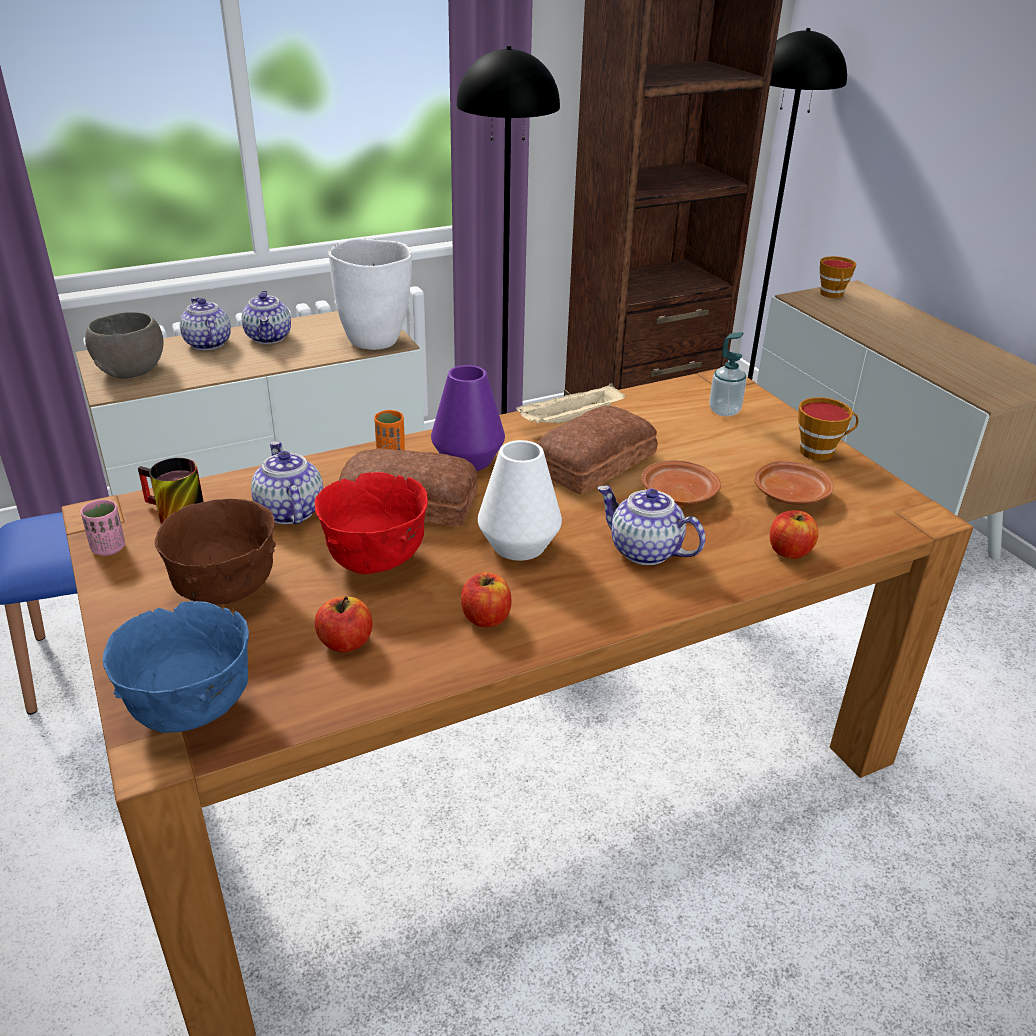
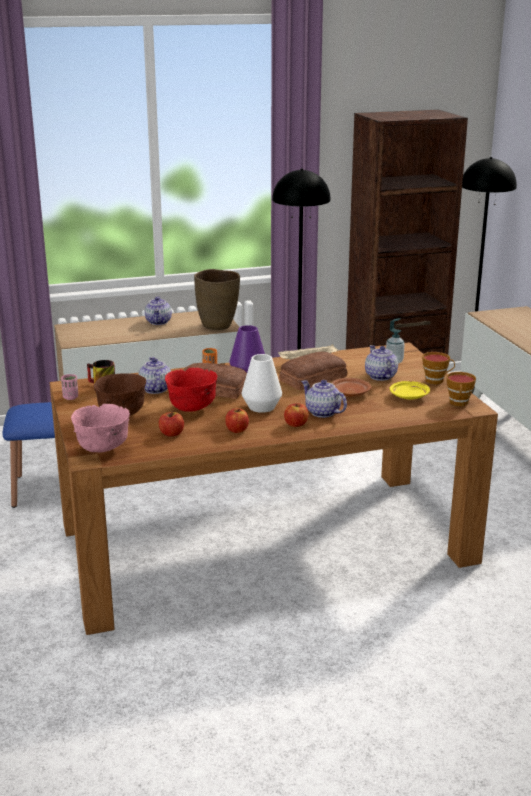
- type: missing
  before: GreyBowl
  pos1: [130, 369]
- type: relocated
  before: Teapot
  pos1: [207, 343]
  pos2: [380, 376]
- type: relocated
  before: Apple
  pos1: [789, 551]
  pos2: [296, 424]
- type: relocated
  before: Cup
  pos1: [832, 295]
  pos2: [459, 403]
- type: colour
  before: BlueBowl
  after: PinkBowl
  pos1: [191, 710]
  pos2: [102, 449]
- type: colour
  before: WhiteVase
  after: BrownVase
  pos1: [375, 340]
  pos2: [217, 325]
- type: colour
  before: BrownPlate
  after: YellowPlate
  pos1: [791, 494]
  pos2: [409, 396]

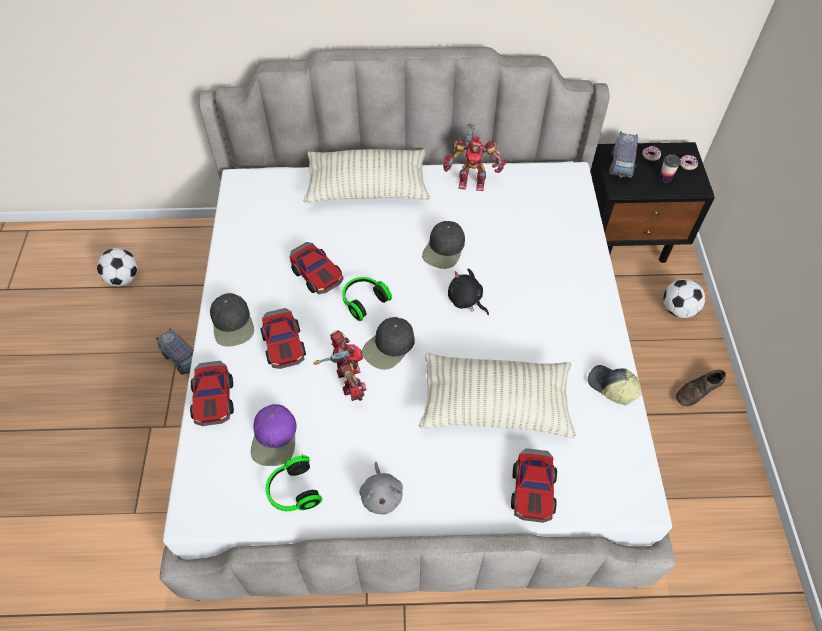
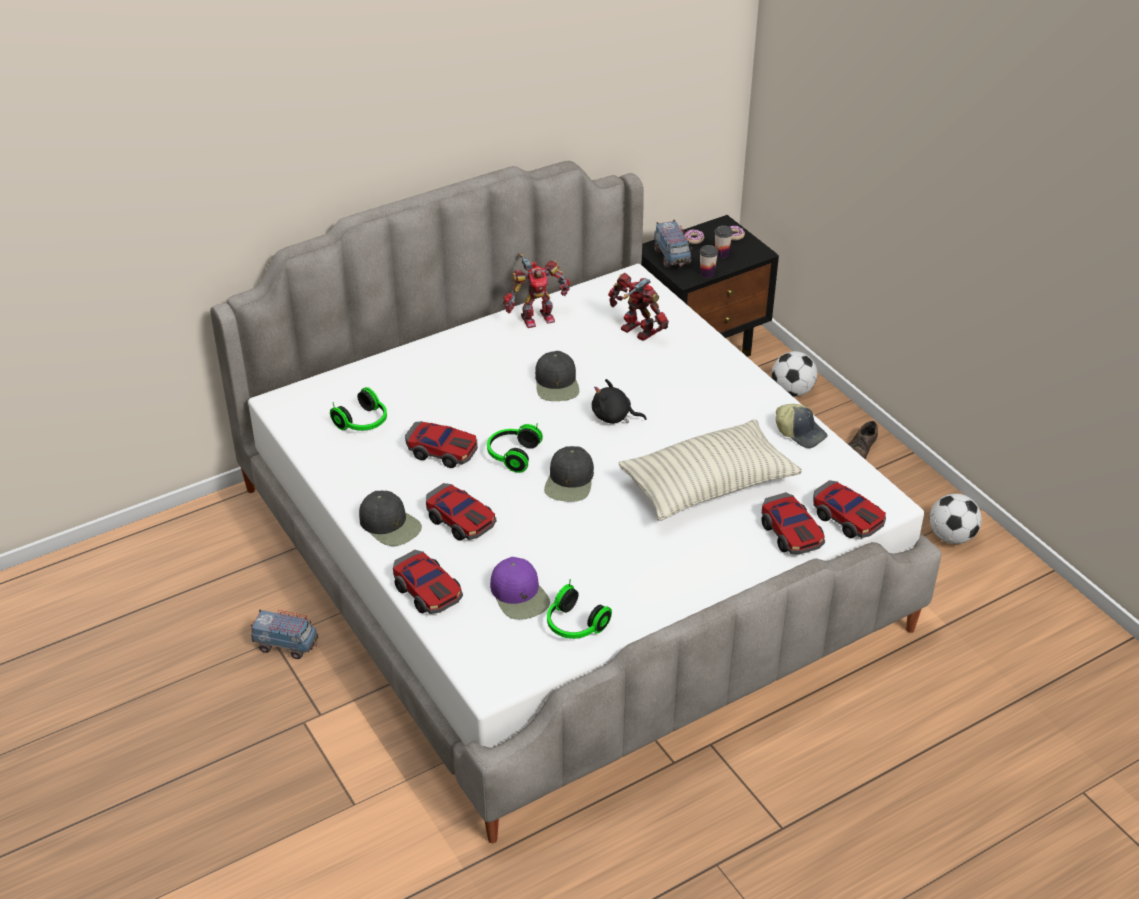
- type: missing
  before: Pillow
  pos1: [367, 188]
- type: missing
  before: GreyPlushToy
  pos1: [381, 495]
- type: appeared
  after: Headphones
  pos2: [364, 423]
- type: appeared
  after: Cup
  pos2: [707, 274]
- type: appeared
  after: ToyCar
  pos2: [847, 518]
- type: relocated
  before: Football
  pos1: [123, 278]
  pos2: [951, 536]
- type: relocated
  before: ToyRobot
  pos1: [348, 381]
  pos2: [637, 332]
- type: spun
  before: Cap
  pos1: [611, 387]
  pos2: [800, 432]
  turn: -150

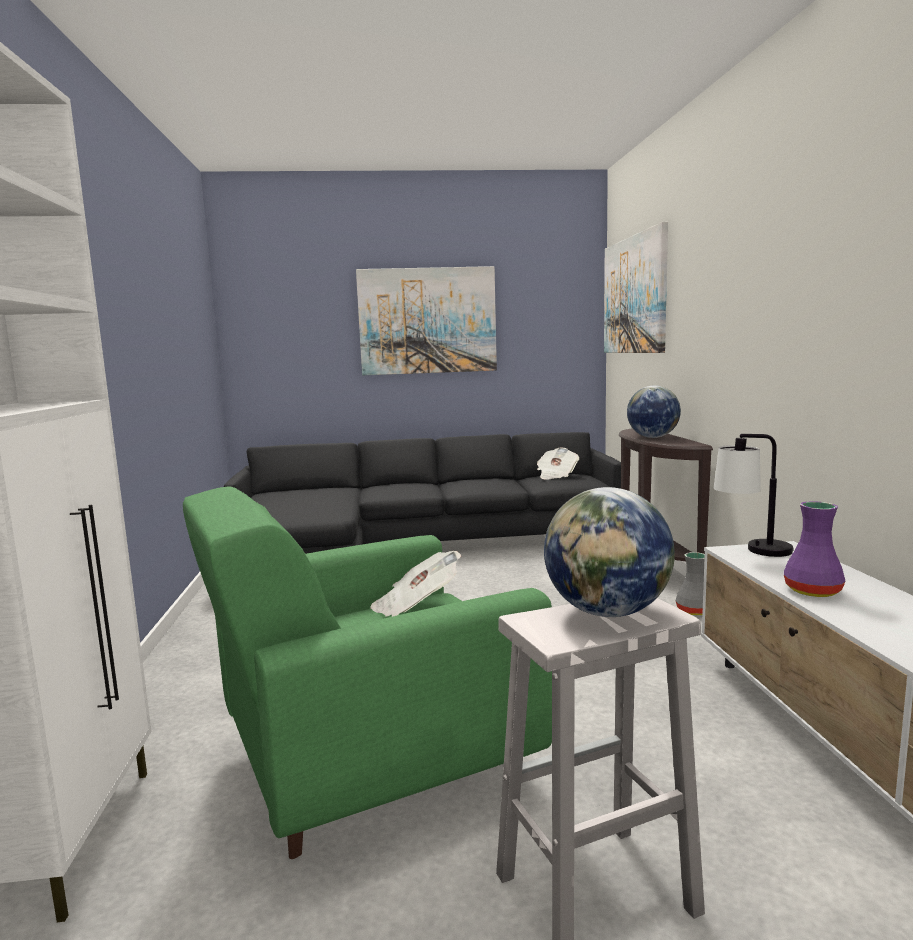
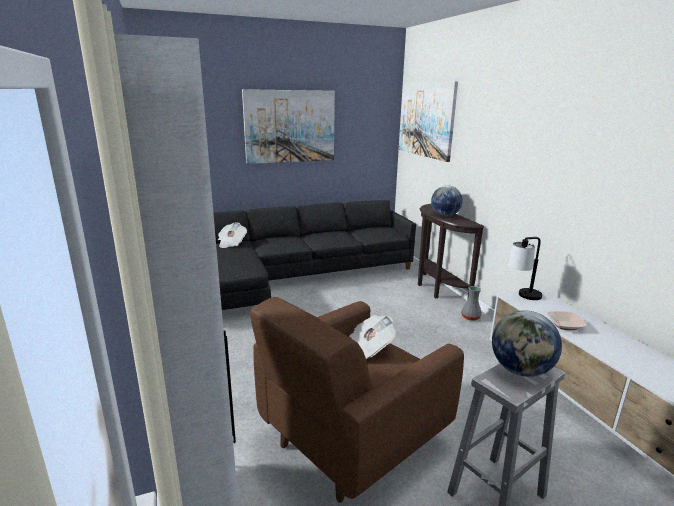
- type: relocated
  before: Newspaper
  pos1: [556, 475]
  pos2: [231, 243]
- type: exchanged
  before: PurpleVase
  after: Bowl
  pos1: [812, 591]
  pos2: [564, 325]
- type: colour
  before: GreenArmchair
  after: BrownArmchair
  pos1: [371, 767]
  pos2: [351, 440]

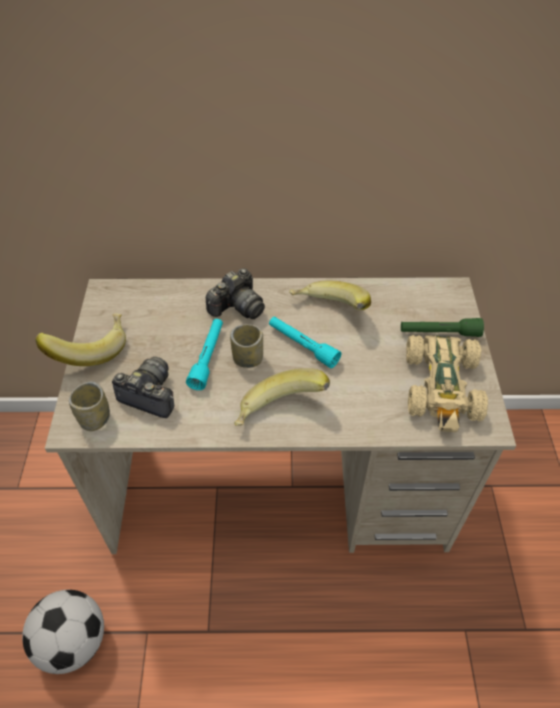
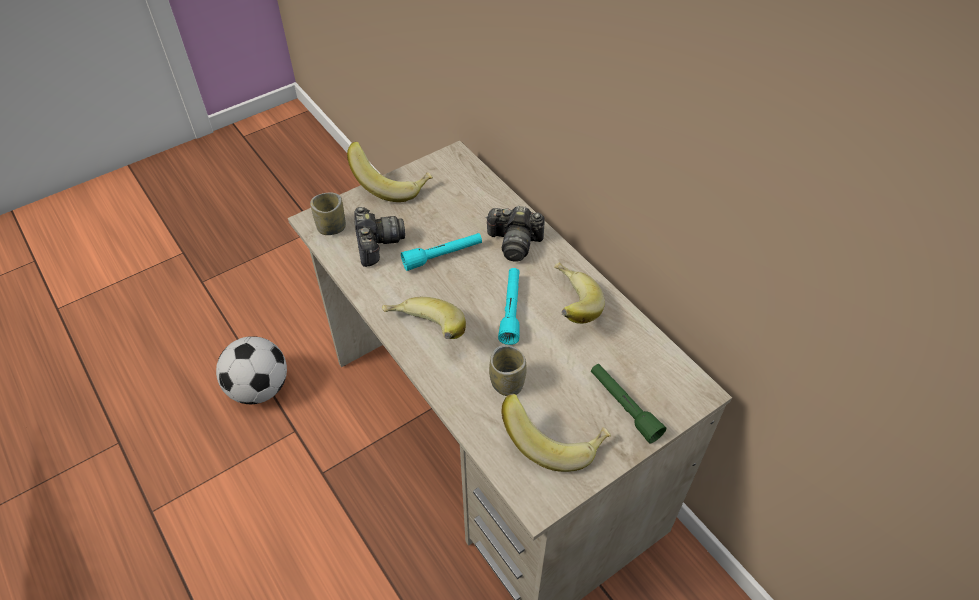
- type: relocated
  before: Cup
  pos1: [248, 359]
  pos2: [507, 383]
- type: exchanged
  before: BeigeToyCar
  after: Banana
  pos1: [442, 387]
  pos2: [554, 440]

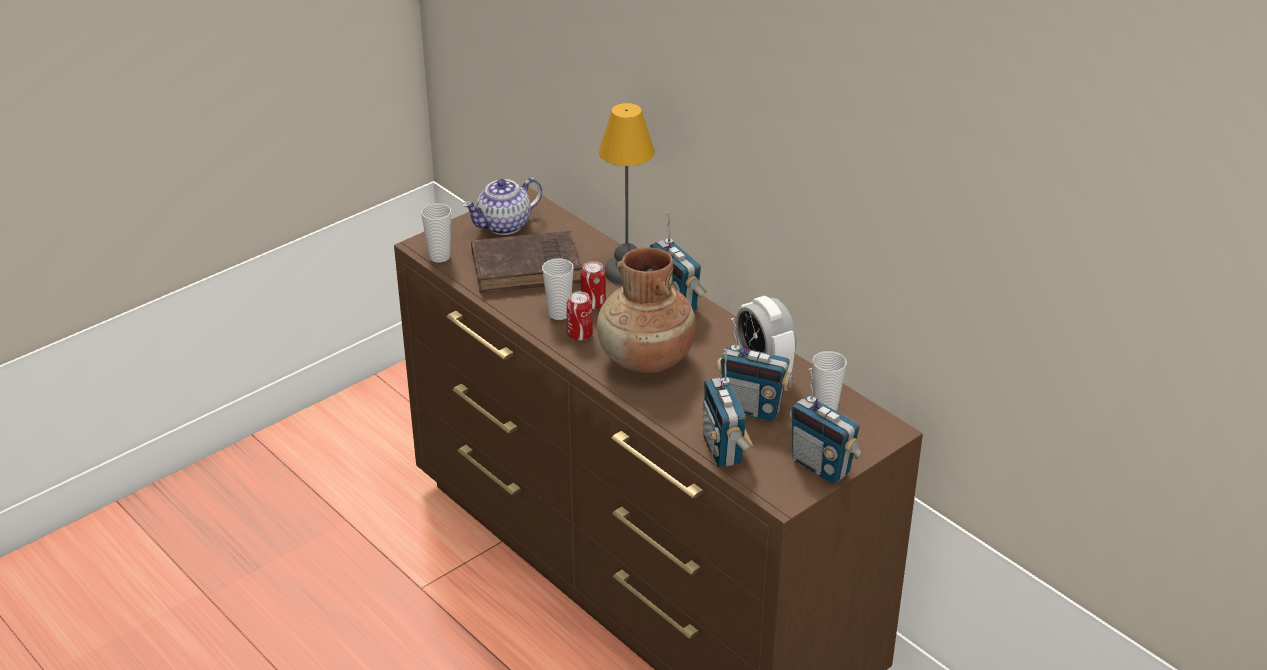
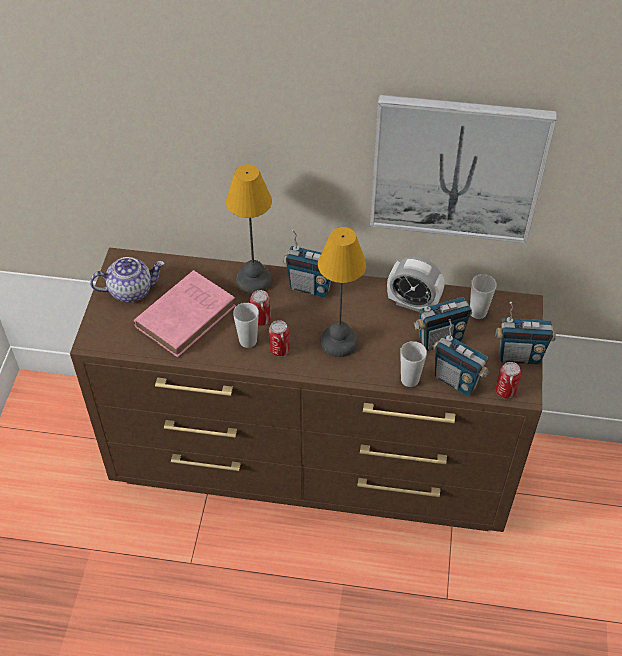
- type: appeared
  after: Picture
  pos2: [457, 168]
- type: appeared
  after: Can
  pos2: [505, 391]
- type: relocated
  before: Cup
  pos1: [439, 257]
  pos2: [409, 380]
- type: exchanged
  before: BrownVase
  after: TableLamp
  pos1: [646, 359]
  pos2: [340, 342]
- type: colour
  before: BrownBook
  after: PinkBook
  pos1: [530, 267]
  pos2: [187, 315]
- type: spun
  before: Teapot
  pos1: [504, 225]
  pos2: [131, 290]
  turn: -120

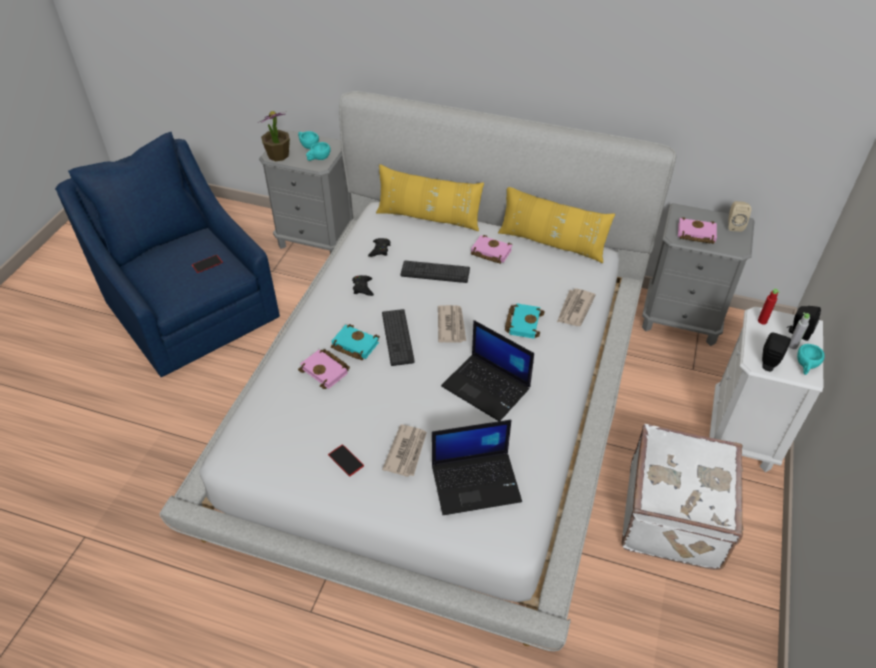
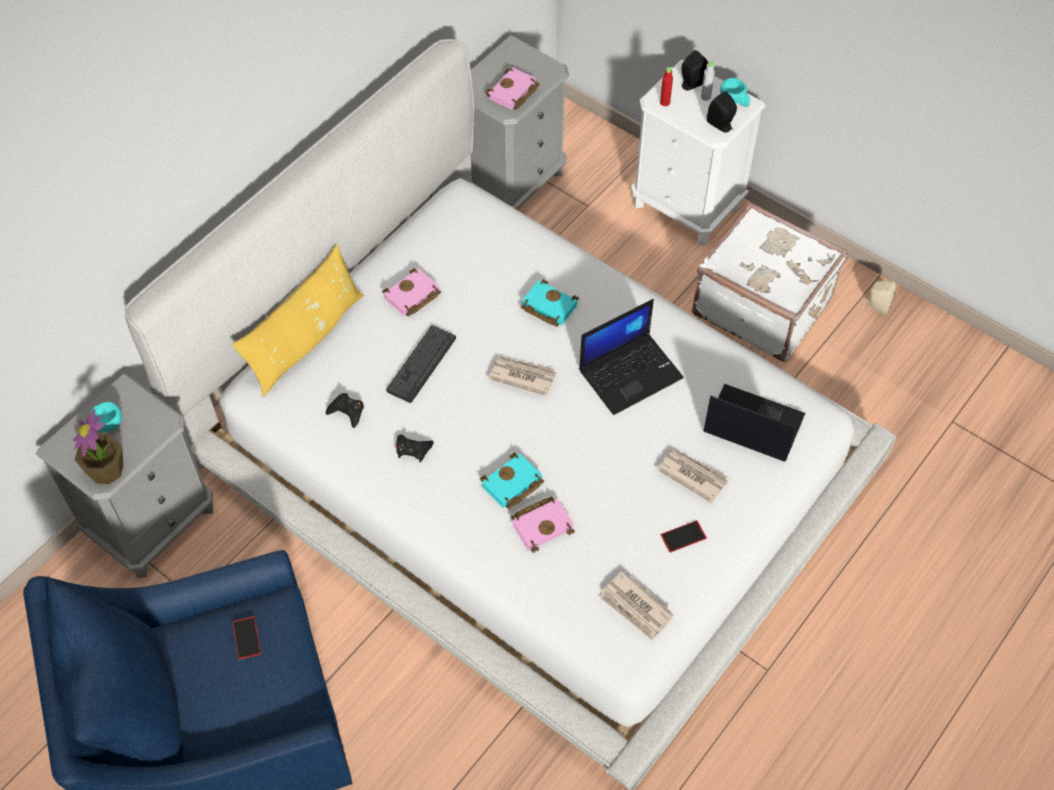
- type: missing
  before: TurquoiseCup
  pos1: [318, 159]
- type: missing
  before: Keyboard
  pos1: [397, 337]
- type: missing
  before: YellowPillow
  pos1: [551, 243]
- type: relocated
  before: Newspaper
  pos1: [574, 309]
  pos2: [636, 608]
- type: relocated
  before: BeigeSpeaker
  pos1: [734, 225]
  pos2: [877, 306]
- type: spun
  before: Laptop
  pos1: [476, 482]
  pos2: [752, 424]
  turn: -75

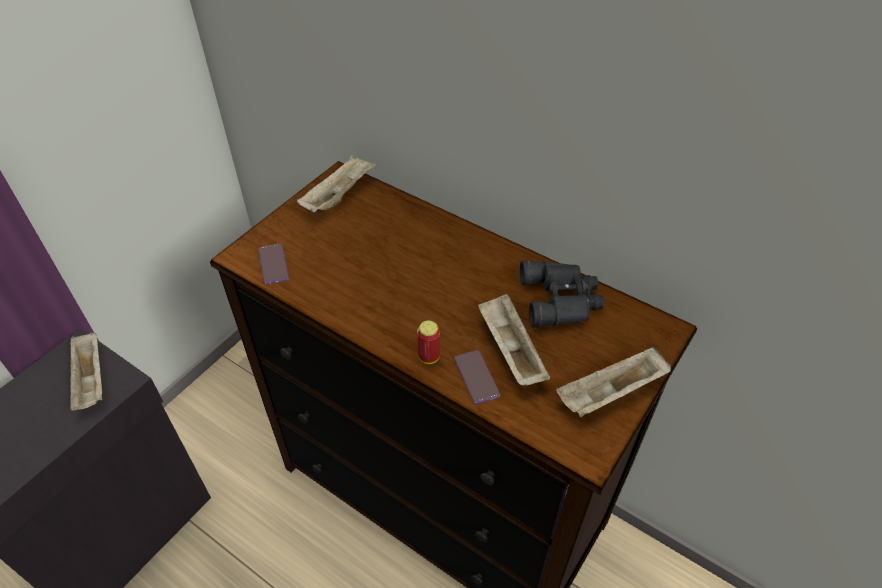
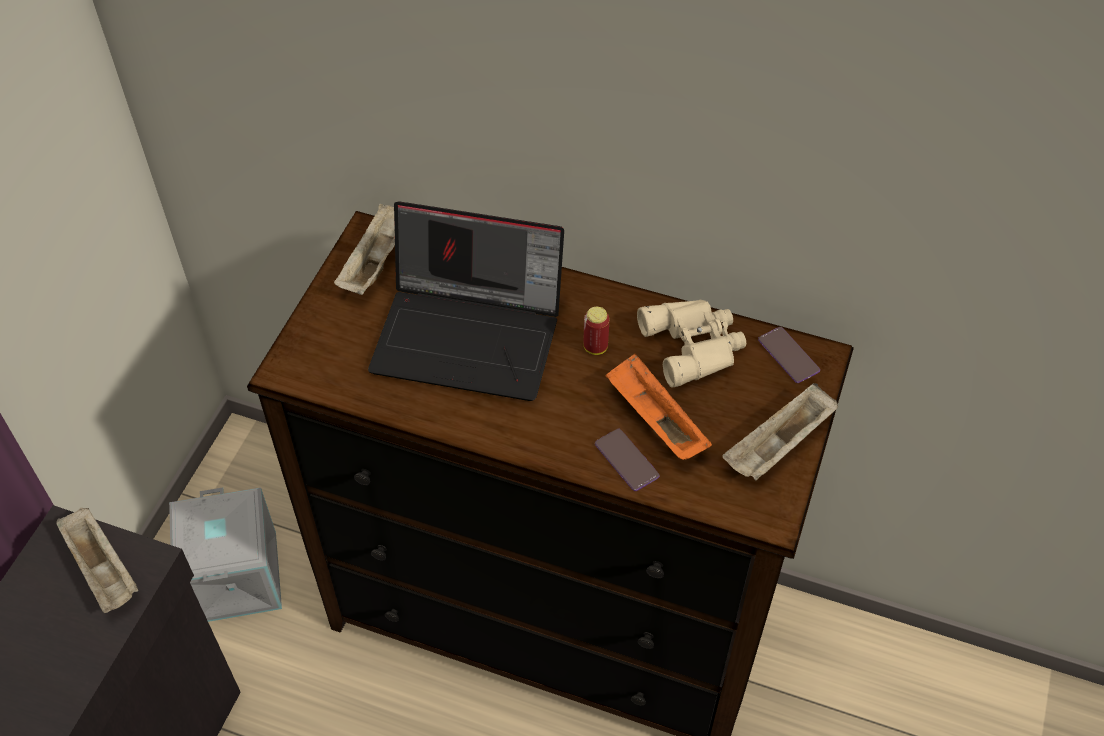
- type: appeared
  after: GreyStorageBox
  pos2: [237, 577]
- type: appeared
  after: Laptop
  pos2: [471, 335]
- type: relocated
  before: Phone
  pos1: [273, 264]
  pos2: [788, 355]
- type: relocated
  before: Can
  pos1: [429, 357]
  pos2: [595, 347]
- type: colour
  before: BeigeTray
  after: OrangeTray
  pos1: [509, 350]
  pos2: [654, 420]
- type: colour
  before: BlackBinoculars
  after: BeigeBinoculars
  pos1: [561, 299]
  pos2: [694, 345]

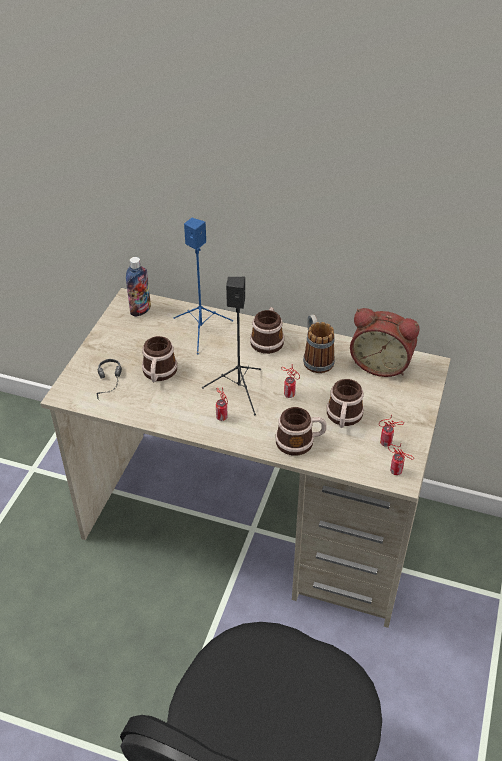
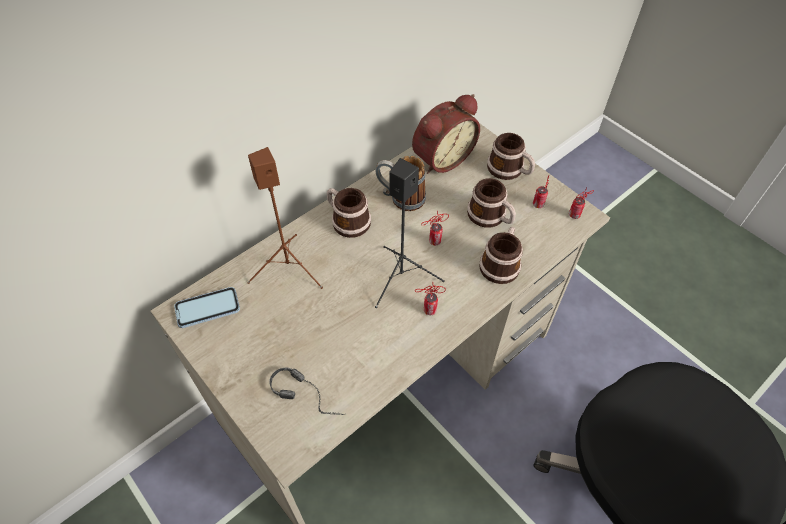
- type: relocated
  before: Mug
  pos1: [159, 374]
  pos2: [509, 170]
- type: exchanged
  before: Bottle
  after: Phone
  pos1: [140, 310]
  pos2: [207, 308]
- type: colour
  before: BlueSpeaker
  after: BrownSpeaker
  pos1: [202, 330]
  pos2: [288, 267]

